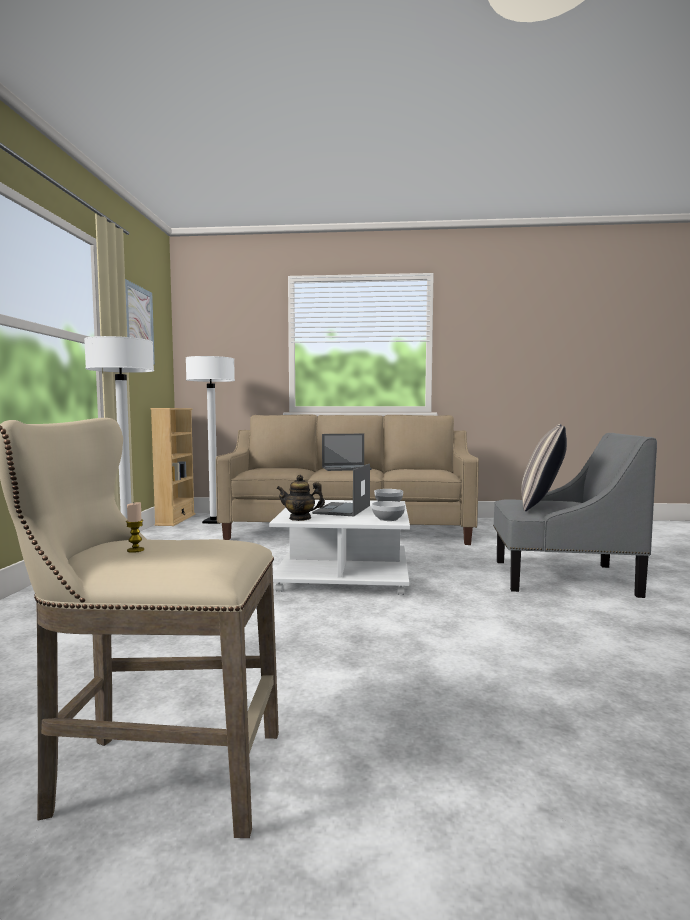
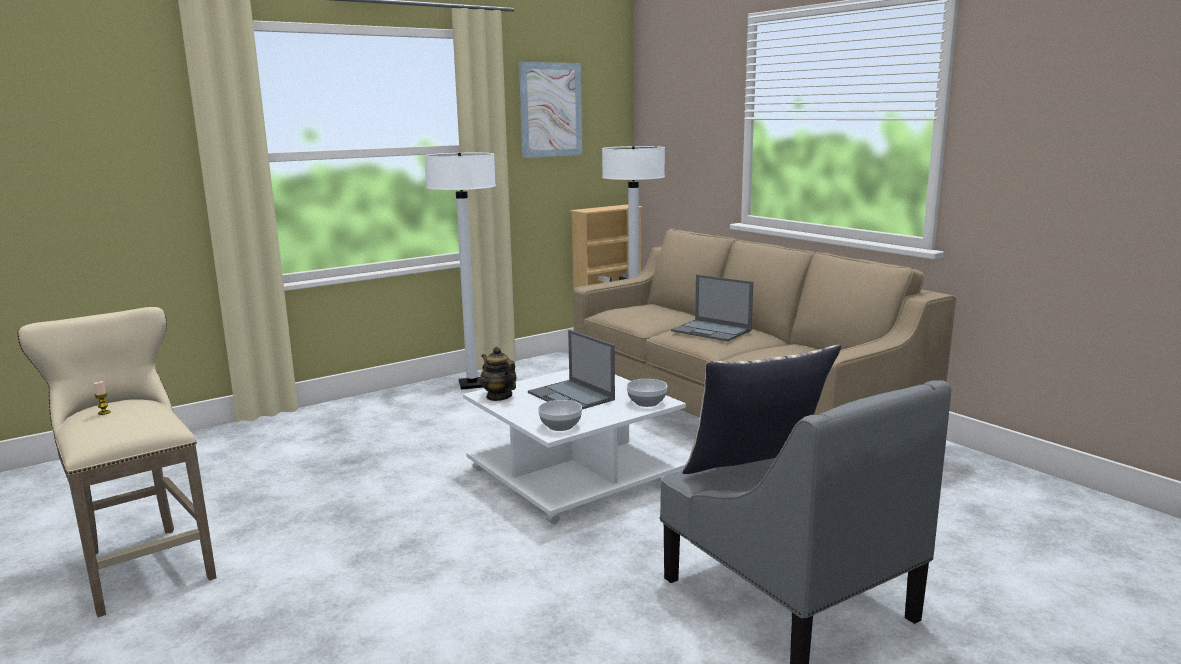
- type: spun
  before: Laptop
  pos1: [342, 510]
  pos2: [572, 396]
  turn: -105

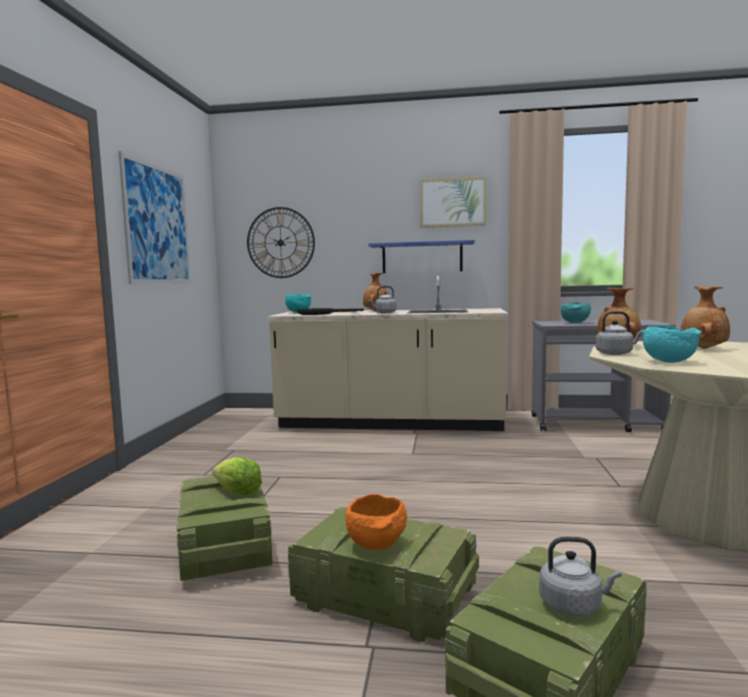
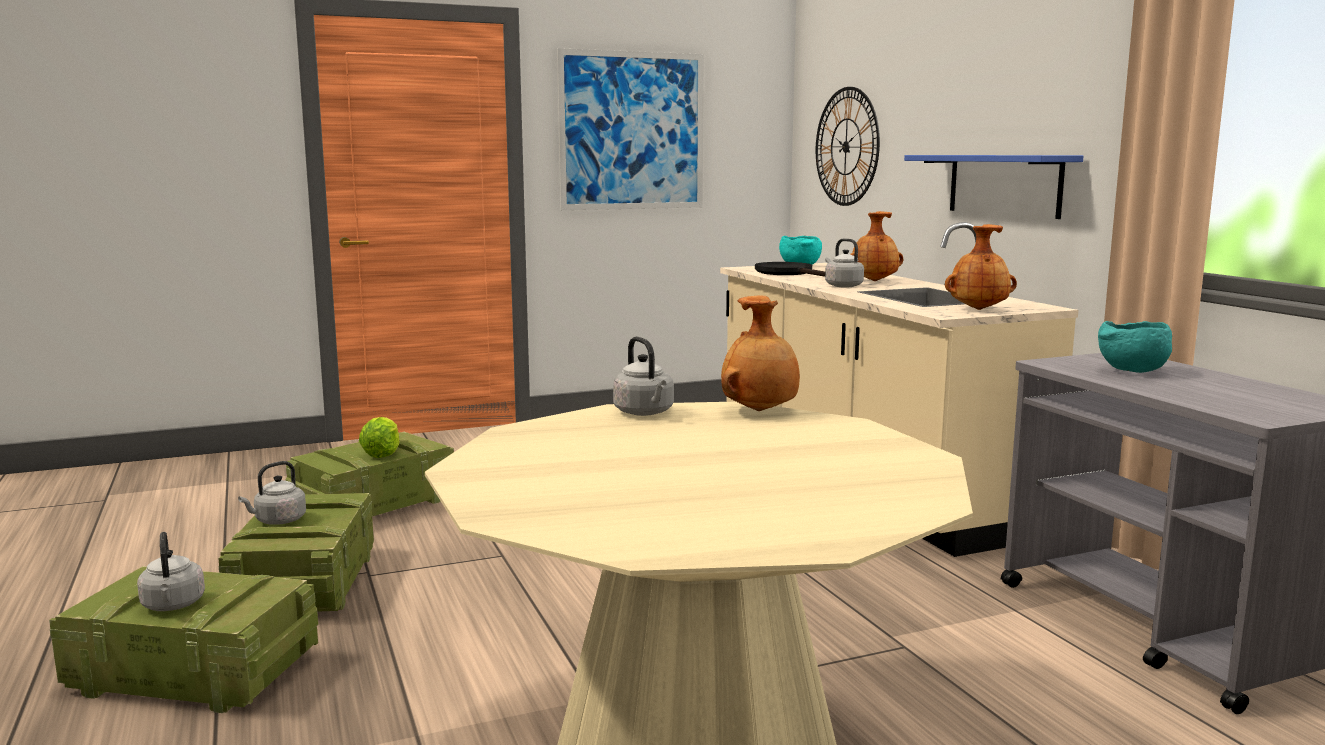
- type: missing
  before: Picture
  pos1: [452, 202]
- type: missing
  before: TurquoiseBowl
  pos1: [667, 362]
- type: relocated
  before: BrownVase
  pos1: [702, 348]
  pos2: [978, 309]
- type: exchanged
  before: OrangeBowl
  after: GreyKettle
  pos1: [377, 546]
  pos2: [278, 521]

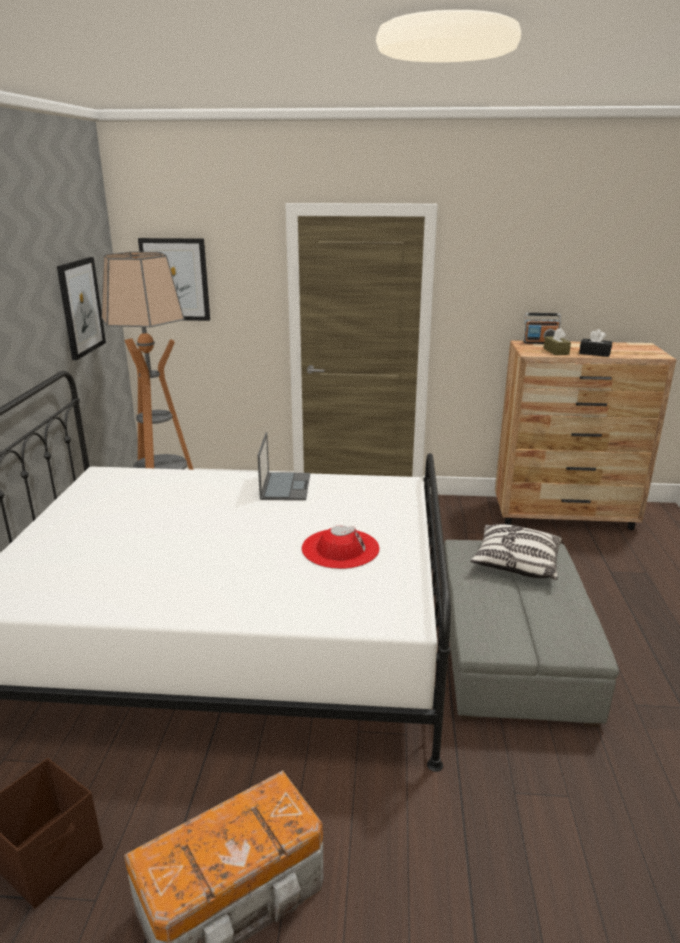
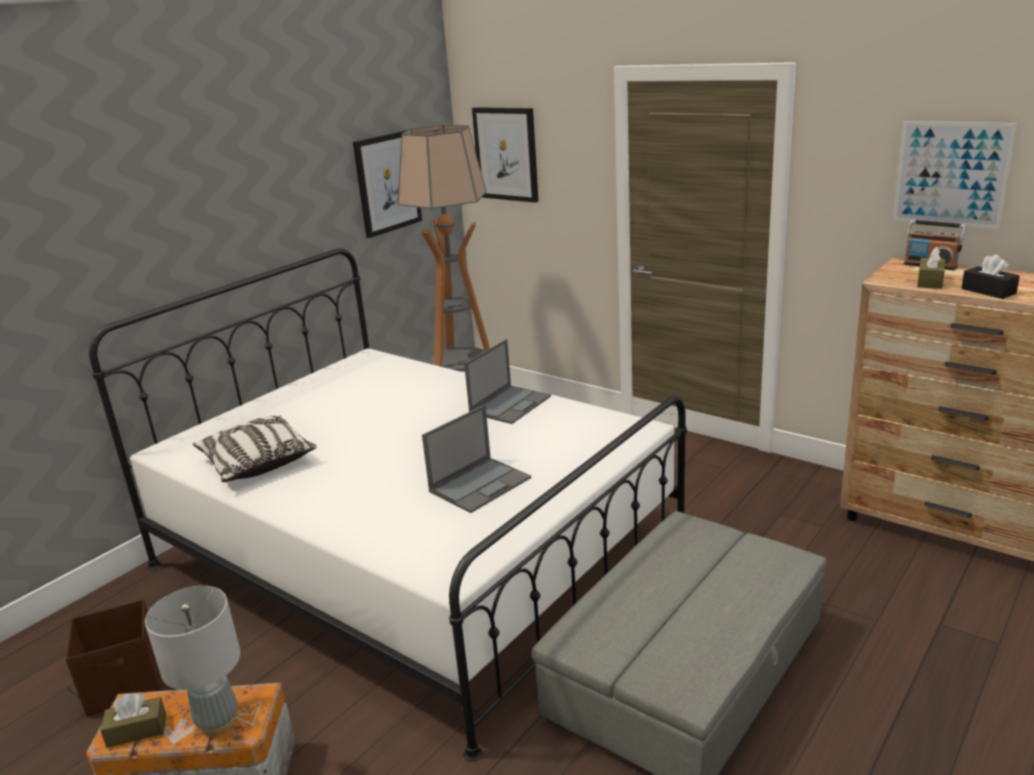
- type: appeared
  after: BrownTissueBox
  pos2: [137, 730]
- type: appeared
  after: GreyTableLamp
  pos2: [218, 722]
- type: appeared
  after: Picture
  pos2: [951, 174]
- type: relocated
  before: Pillow
  pos1: [516, 563]
  pos2: [256, 462]
- type: exchanged
  before: RedHat
  after: Laptop
  pos1: [340, 549]
  pos2: [481, 484]

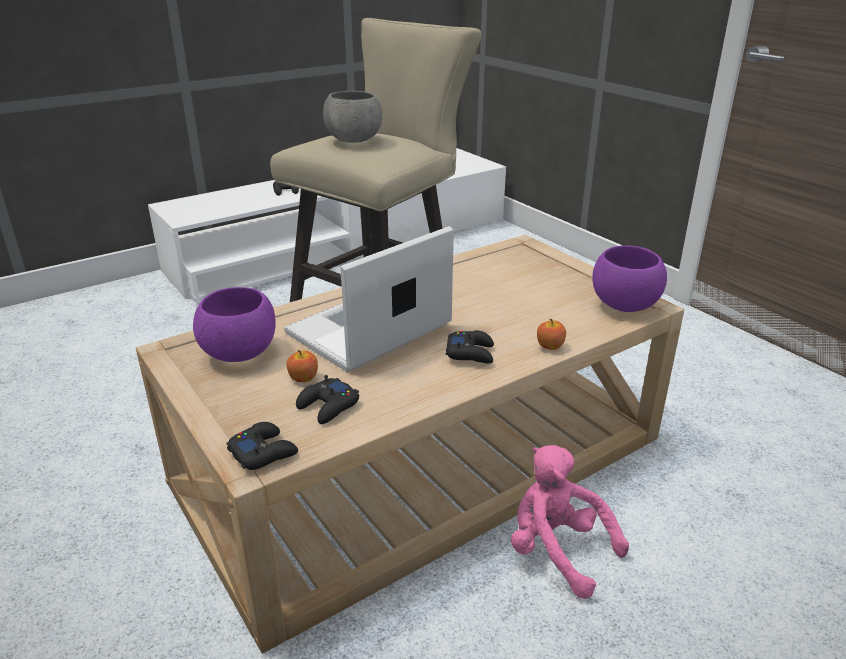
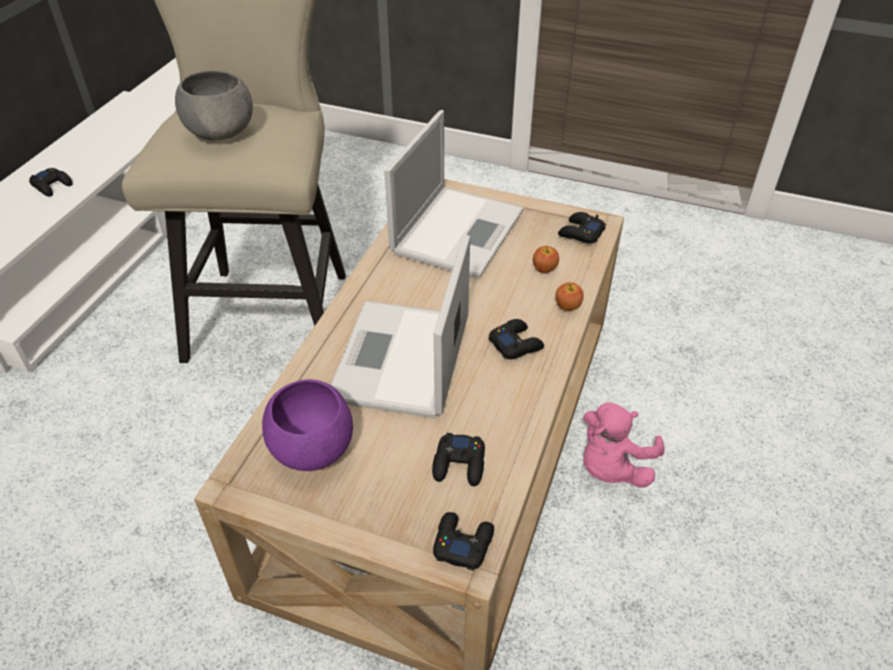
- type: appeared
  after: Laptop
  pos2: [458, 230]
- type: relocated
  before: Apple
  pos1: [303, 378]
  pos2: [544, 268]
- type: exchanged
  before: PurpleBowl
  after: BlackGameController
  pos1: [623, 306]
  pos2: [580, 233]
- type: spun
  before: PinkPlushToy
  pos1: [557, 551]
  pos2: [612, 467]
  turn: -60

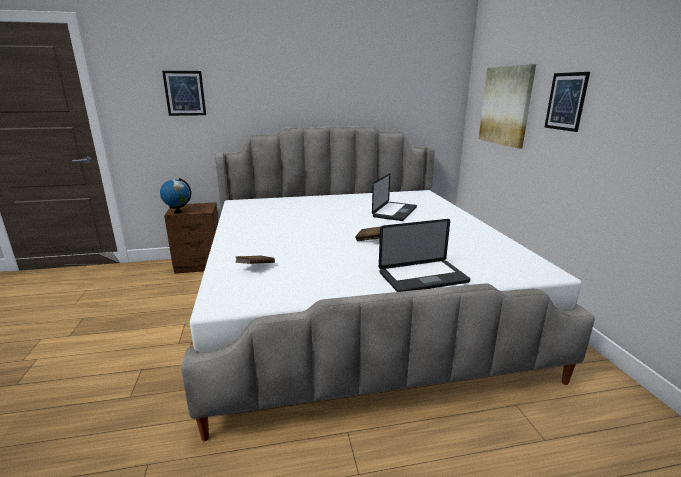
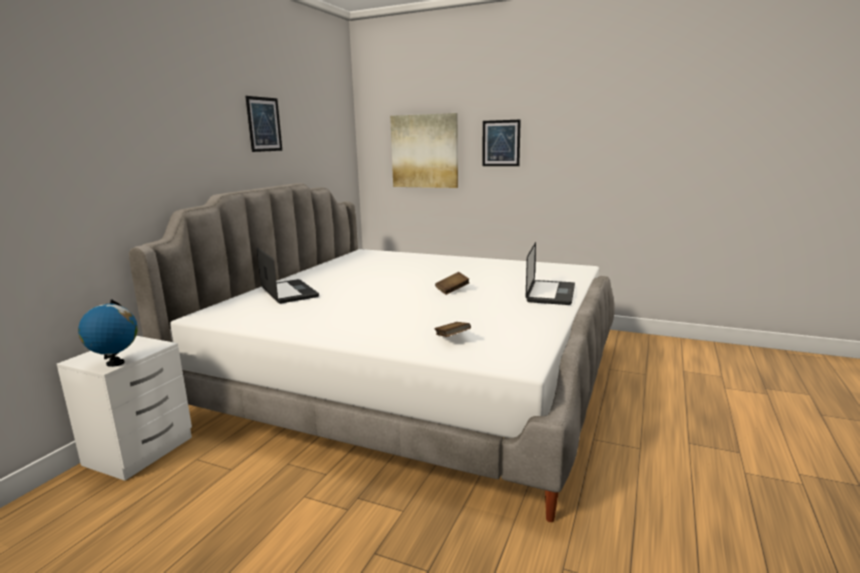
- type: relocated
  before: Picture
  pos1: [184, 93]
  pos2: [264, 124]
- type: relocated
  before: Laptop
  pos1: [394, 212]
  pos2: [289, 292]
- type: colour
  before: BrownNightstand
  after: WhiteNightstand
  pos1: [200, 265]
  pos2: [142, 450]

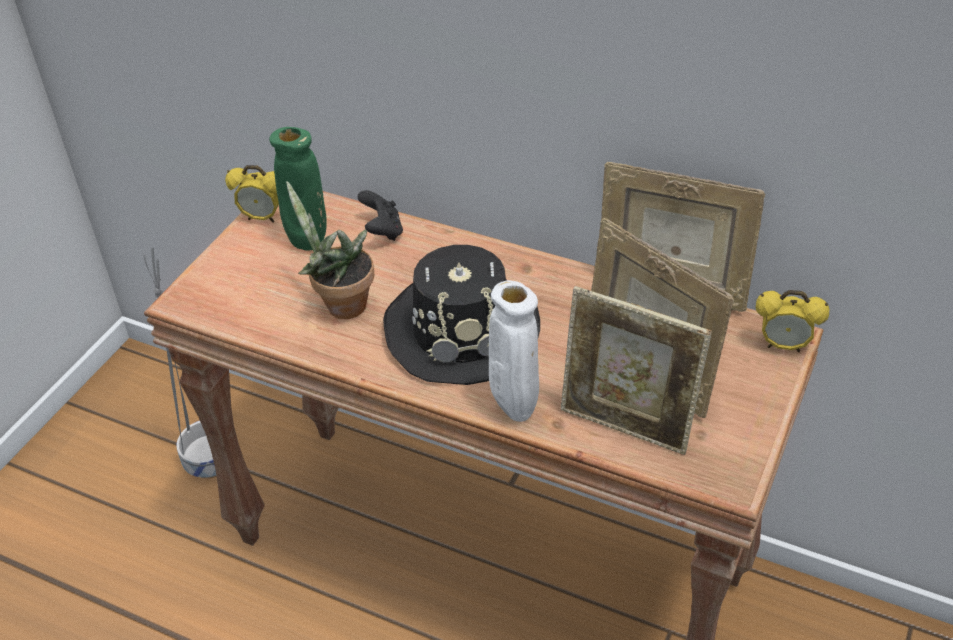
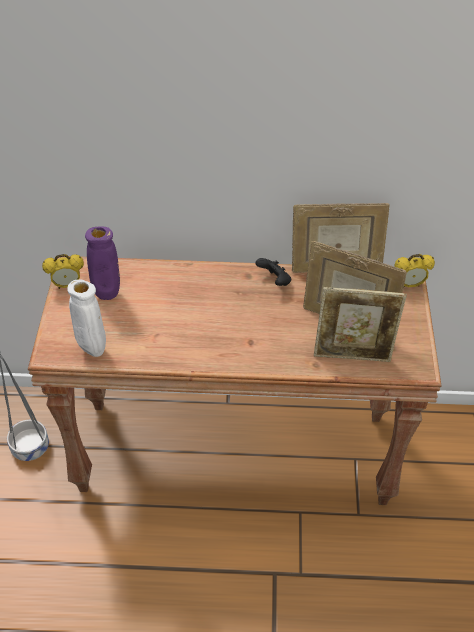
- type: missing
  before: PottedPlant
  pos1: [340, 305]
- type: missing
  before: BlackHat
  pos1: [462, 330]
- type: relocated
  before: BlackGameController
  pos1: [382, 231]
  pos2: [274, 281]
- type: relocated
  before: WhiteVase
  pos1: [514, 410]
  pos2: [92, 351]
- type: colour
  before: GreenVase
  after: PurpleVase
  pos1: [308, 243]
  pos2: [107, 294]

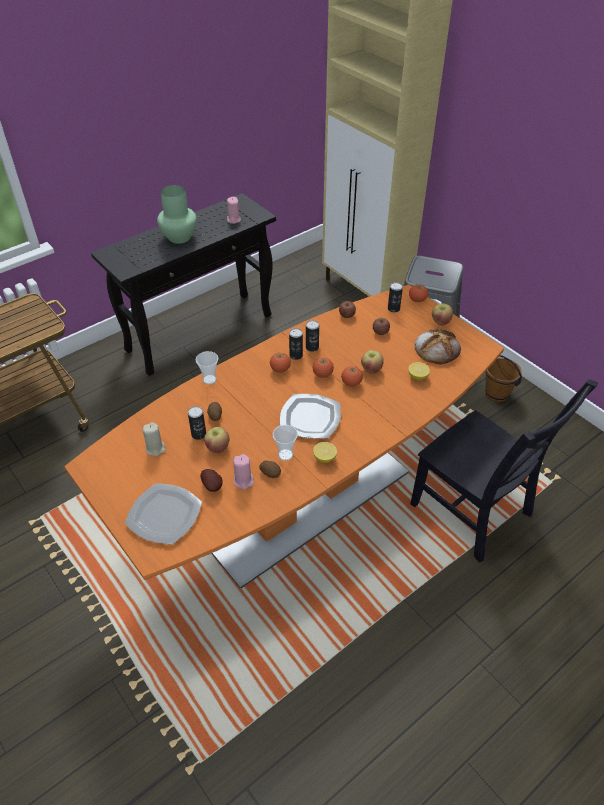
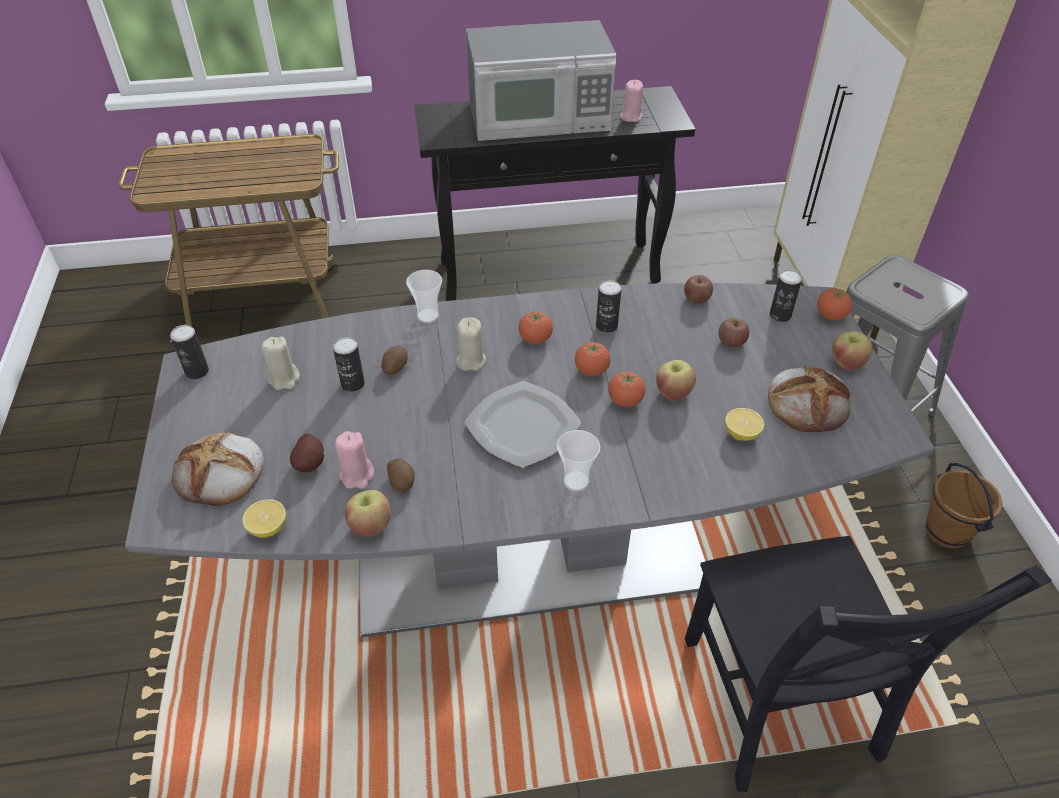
- type: appeared
  after: BeigeCandle
  pos2: [470, 360]
- type: relocated
  before: Apple
  pos1: [217, 447]
  pos2: [370, 525]
- type: relocated
  before: Cup
  pos1: [285, 454]
  pos2: [576, 481]
- type: relocated
  before: Can
  pos1: [296, 355]
  pos2: [197, 371]
- type: relocated
  before: Lemon
  pos1: [324, 458]
  pos2: [268, 528]
- type: exchanged
  before: Plate
  after: Bread
  pos1: [165, 514]
  pos2: [220, 474]
- type: exchanged
  before: GreenVase
  after: Microwave
  pos1: [179, 237]
  pos2: [539, 118]
- type: colour
  before: OrangeDiningTable
  after: GreyDiningTable
  pos1: [301, 499]
  pos2: [528, 553]

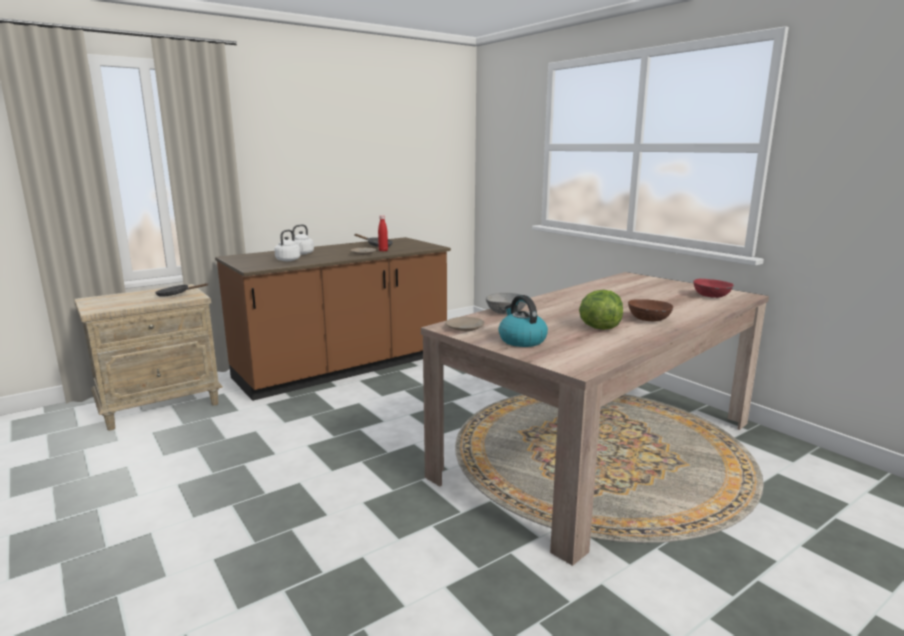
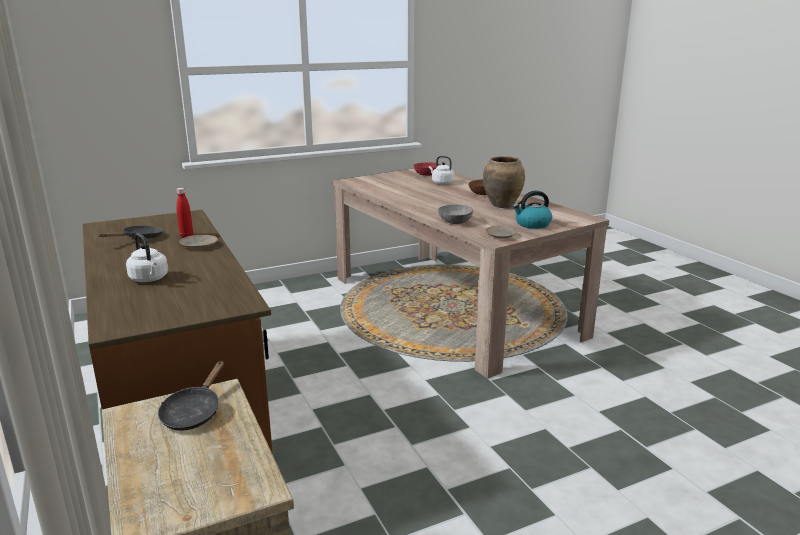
- type: relocated
  before: WhiteKettle
  pos1: [289, 260]
  pos2: [441, 183]
- type: exchanged
  before: Lettuce
  after: BrownVase
  pos1: [599, 328]
  pos2: [502, 205]

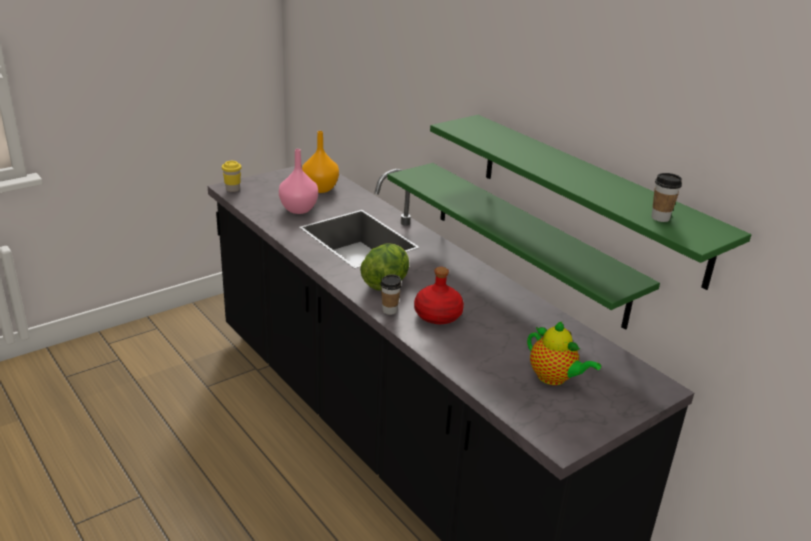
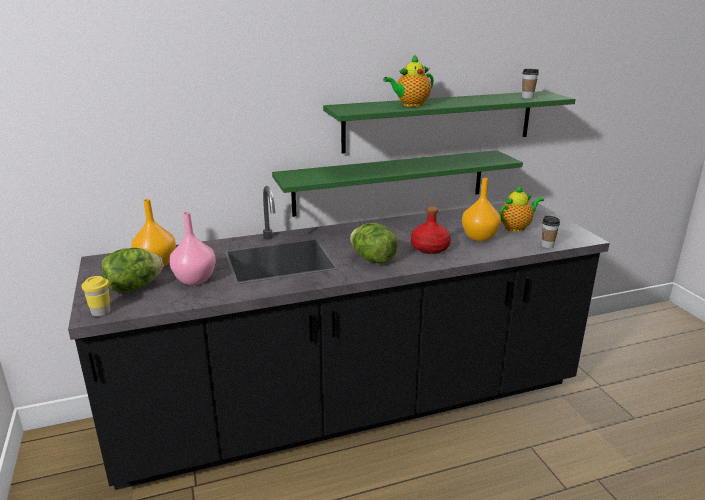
- type: appeared
  after: Lettuce
  pos2: [134, 287]
- type: appeared
  after: Teapot
  pos2: [410, 105]
- type: appeared
  after: OrangeVase
  pos2: [480, 237]
- type: relocated
  before: Cup
  pos1: [389, 310]
  pos2: [547, 245]

